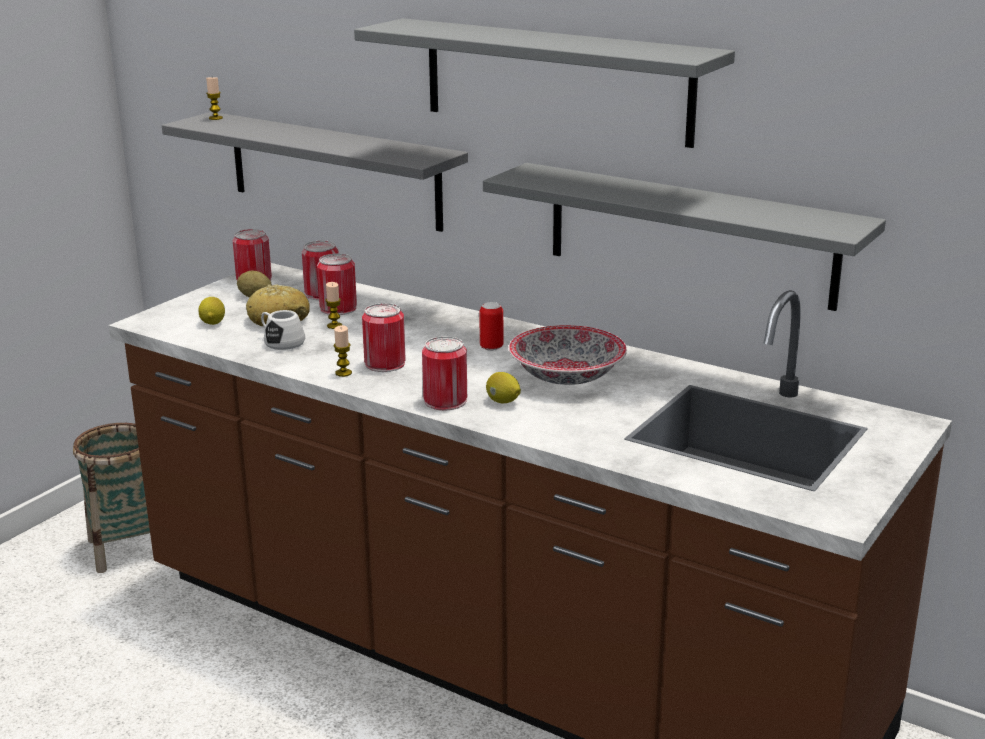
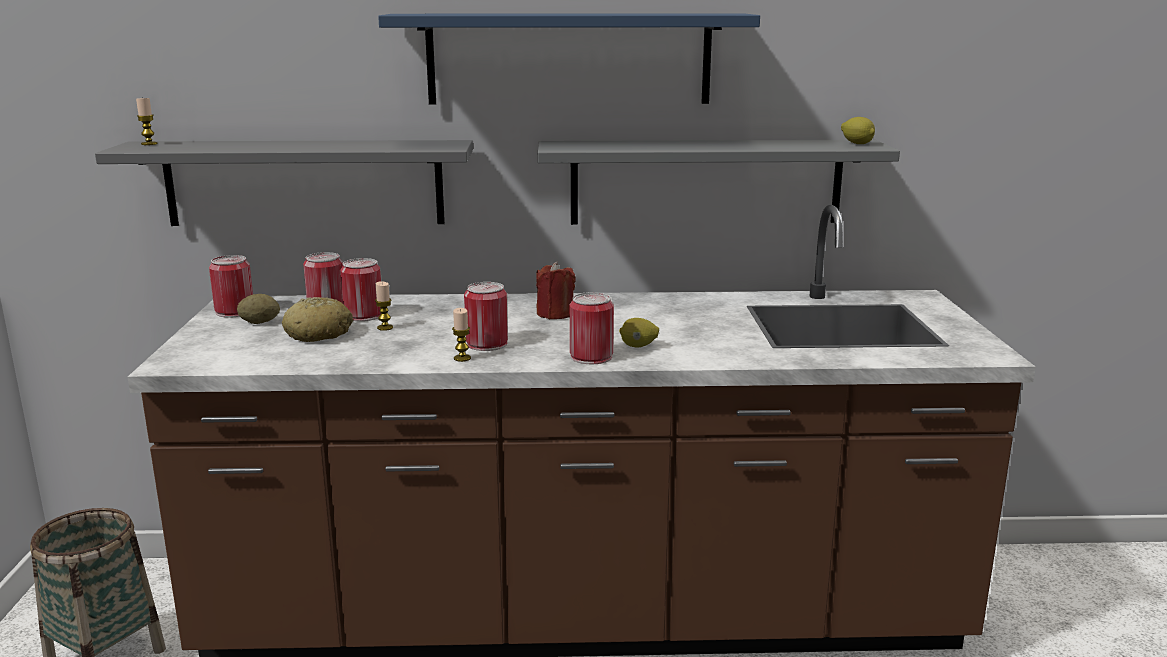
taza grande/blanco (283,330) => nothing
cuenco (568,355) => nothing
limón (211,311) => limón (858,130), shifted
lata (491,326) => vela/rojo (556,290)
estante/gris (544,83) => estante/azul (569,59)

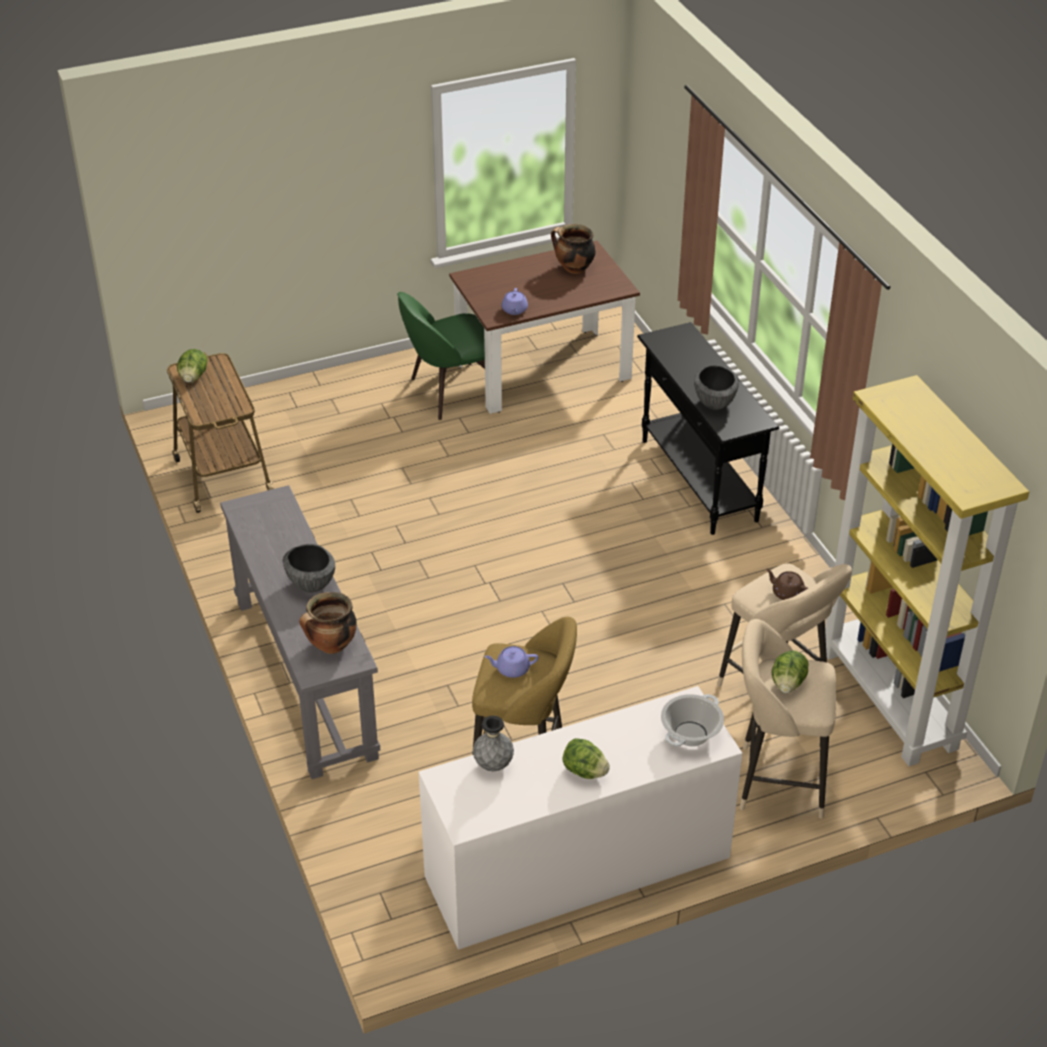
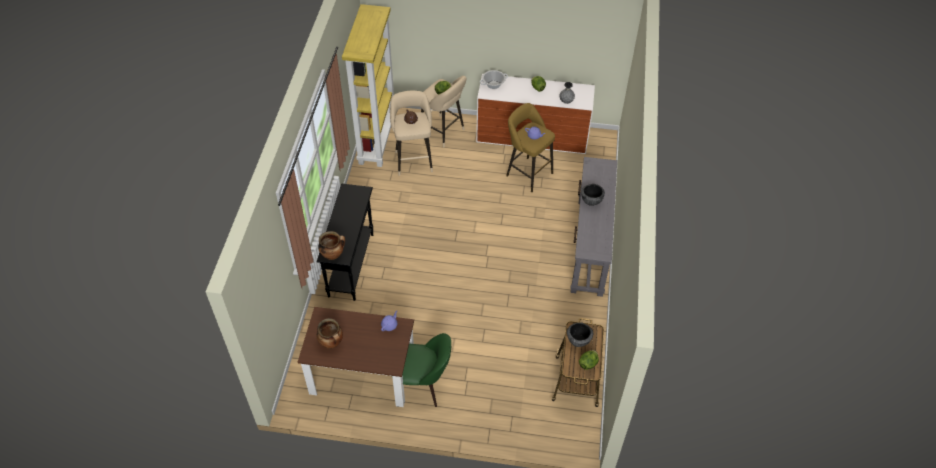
olla (327,623) => olla (331,245), shifted
cuenco (716,387) => cuenco (580,334), shifted

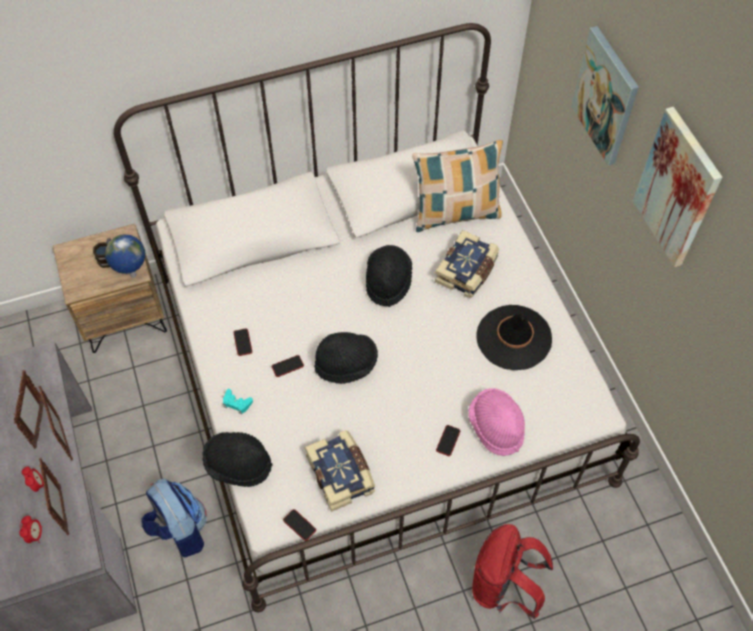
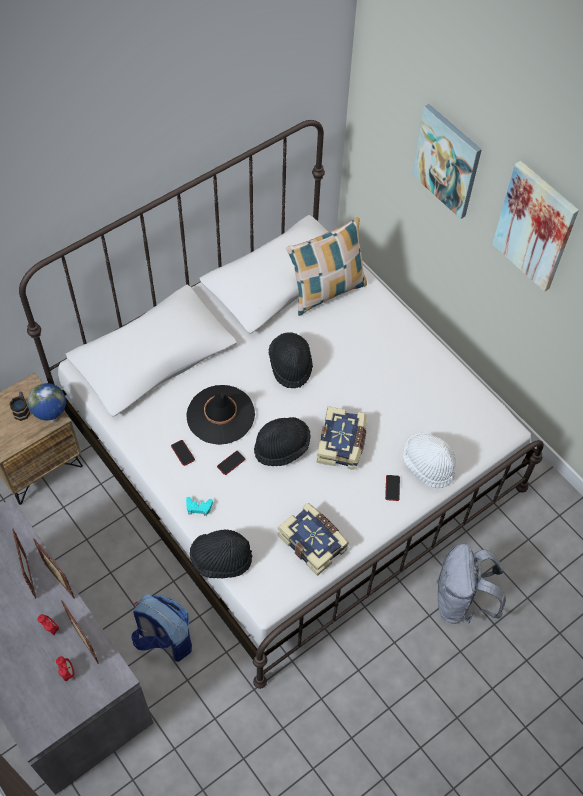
móvil (299,525) => nothing
libro (467,264) => libro (341,438), shifted
sombrero/negro (514,337) => sombrero/negro (221,415), shifted
sombrero/rosa (496,422) => sombrero/blanco (429,460)
mochila/rojo (512,571) => mochila/gris (471,584)

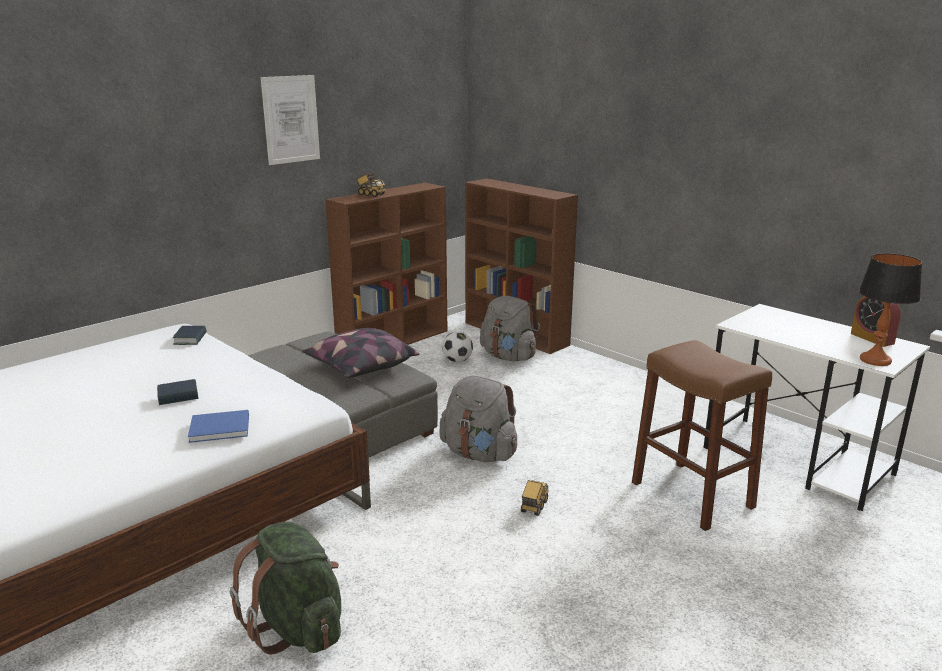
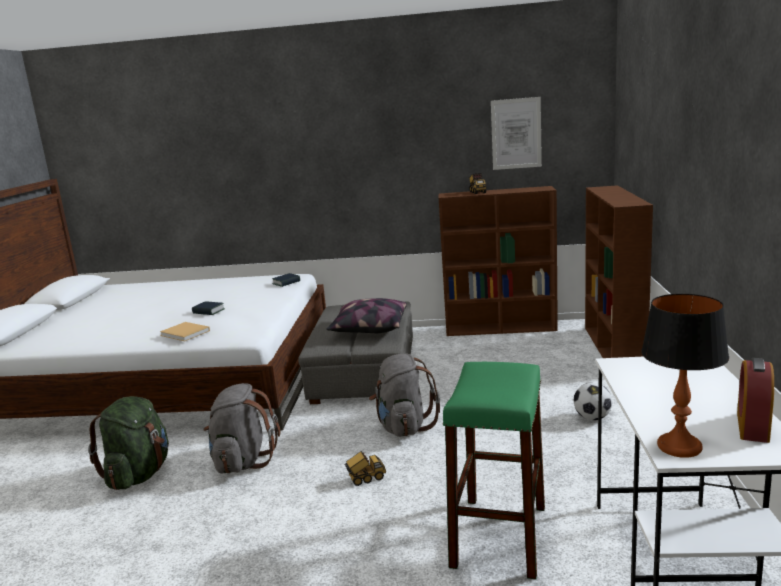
cuadro (290,120) => cuadro (516,133), shifted
balón de fútbol (457,347) => balón de fútbol (593,401), shifted
mochila/gris (510,328) => mochila/gris (241,428), shifted
libro/azul (218,426) => libro/beis (185,331)
taburete/marrón (702,435) => taburete/verde (493,470)

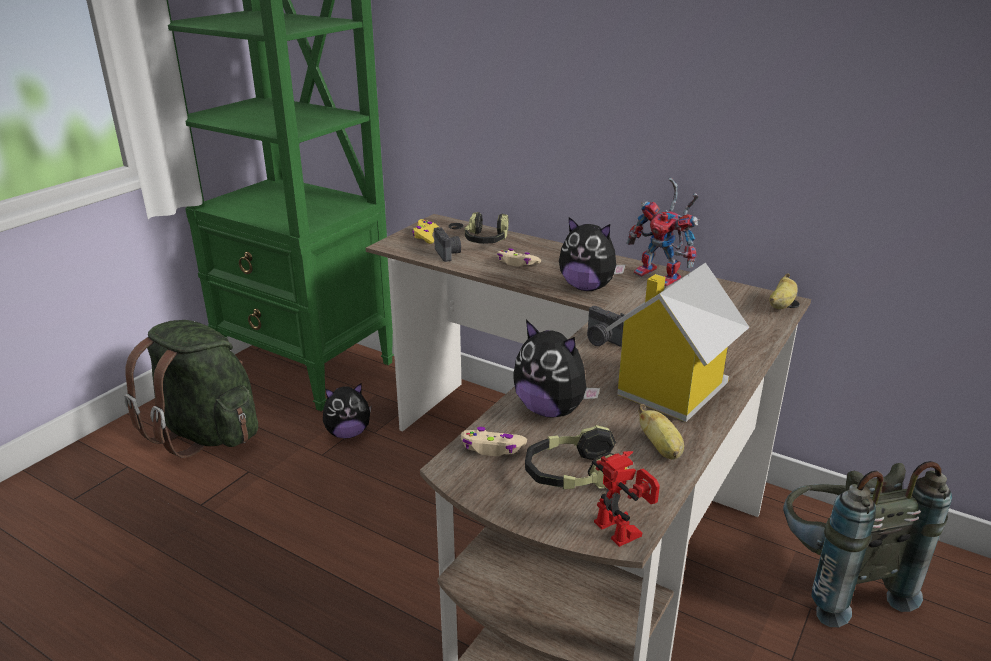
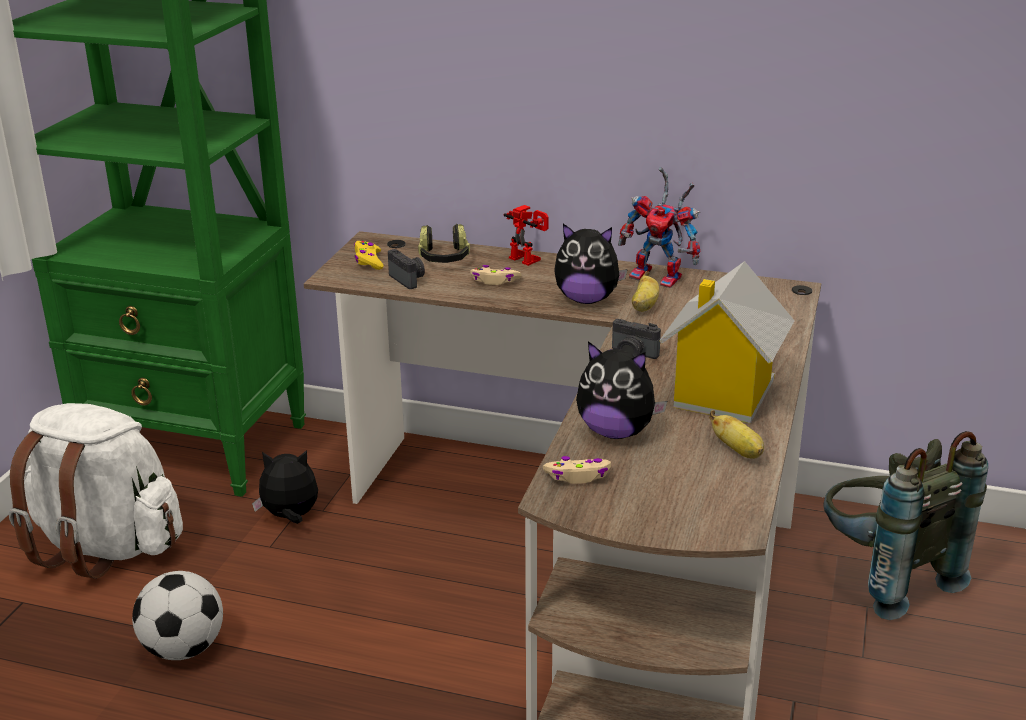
auriculares (577,457) => nothing
nothing => balón de fútbol (177,615)
robot de juguete (626,499) => robot de juguete (526,235), shifted
plátano (783,291) => plátano (645,291), shifted
mochila/verde (191,389) => mochila/blanco (96,491)
peluche (347,411) => peluche (285,487), 150 degrees counterclockwise

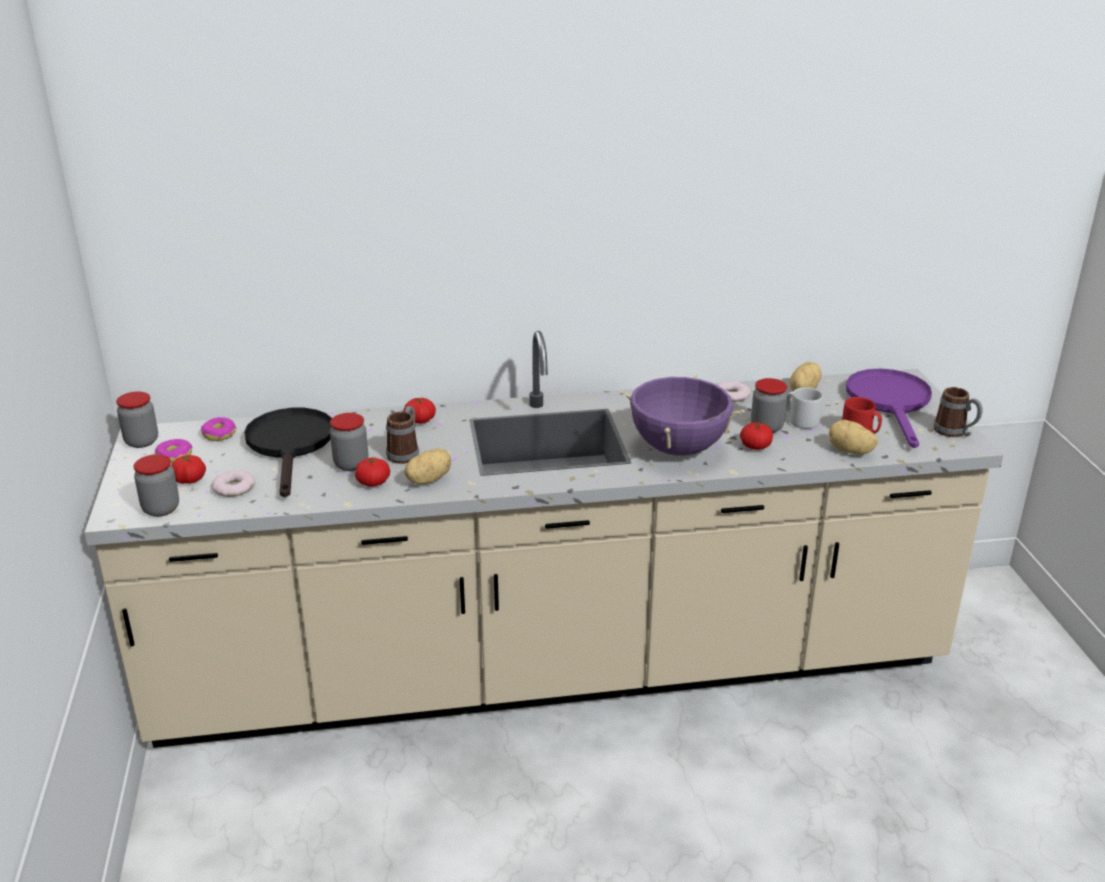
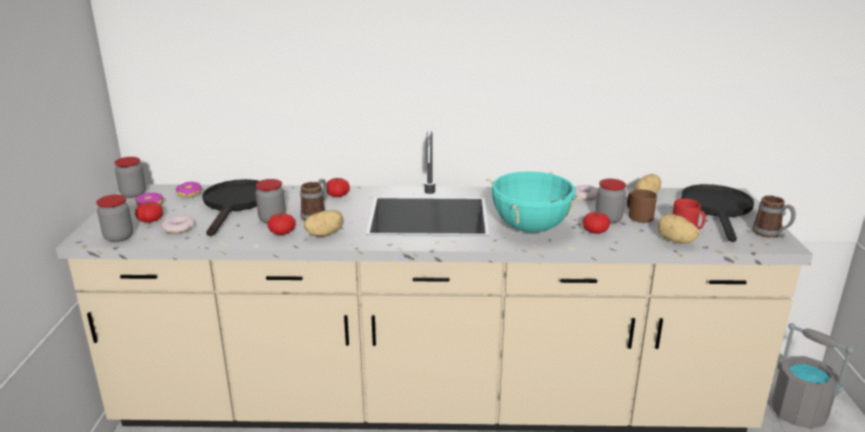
nothing => cubo/gris (813,376)
olla/morado (682,415) => olla/turquesa (535,202)
taza grande/gris (804,408) => taza grande/marrón (642,206)
sartén/morado (889,408) => sartén/negro (717,213)

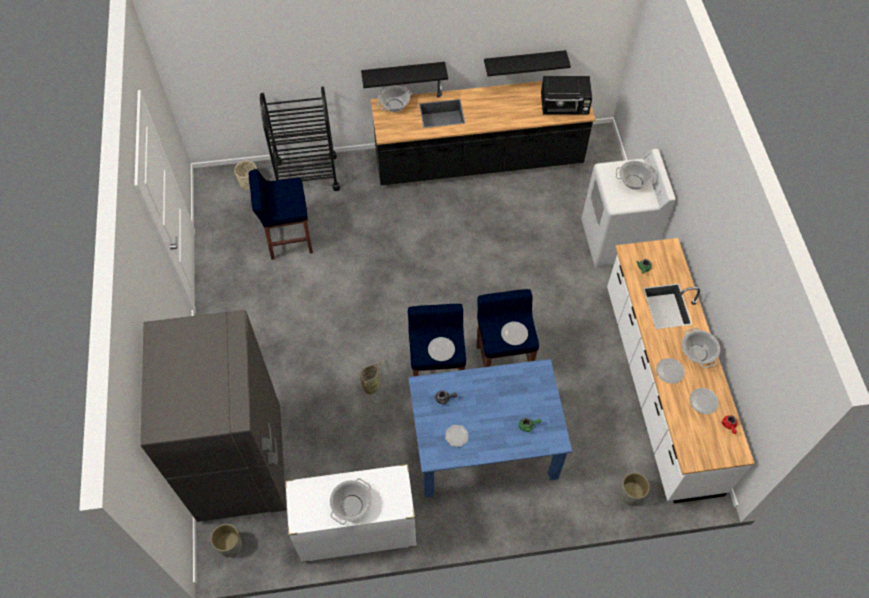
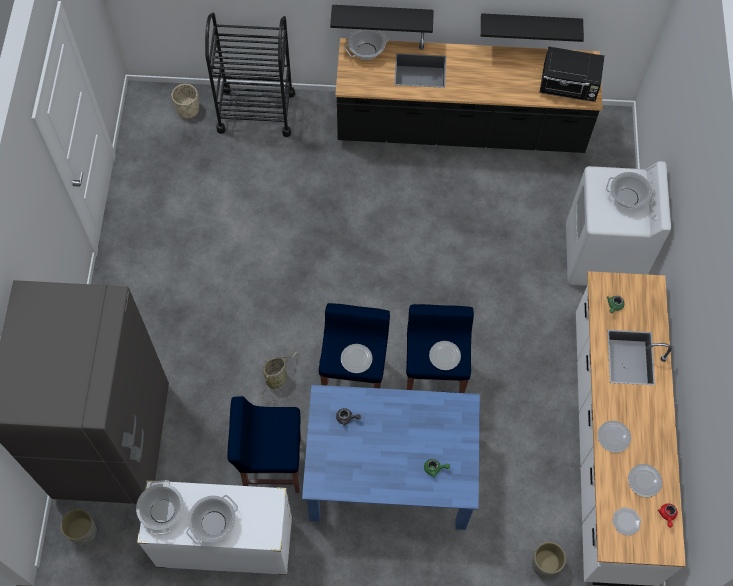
taburete/azul (281,214) => taburete/azul (264,444), shifted
plato (457,436) => plato (626,521), shifted
olla (701,348) => olla (160,507), shifted

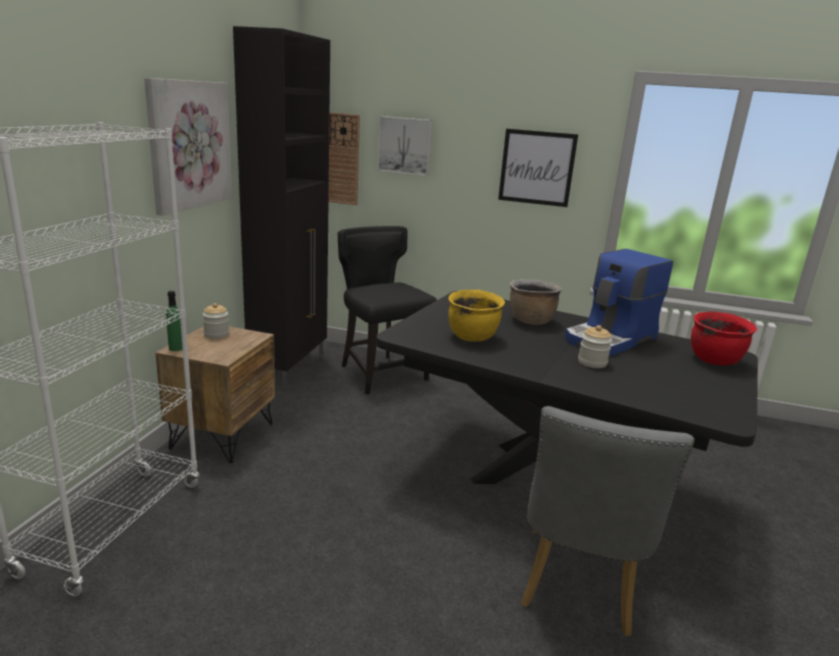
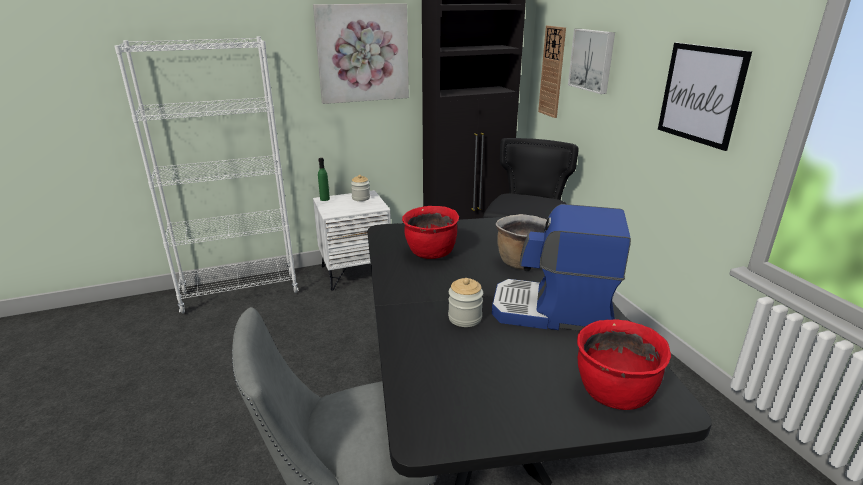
mesita de noche/marrón (215,394) => mesita de noche/blanco (352,240)
olla/amarillo (476,316) => olla/rojo (430,232)

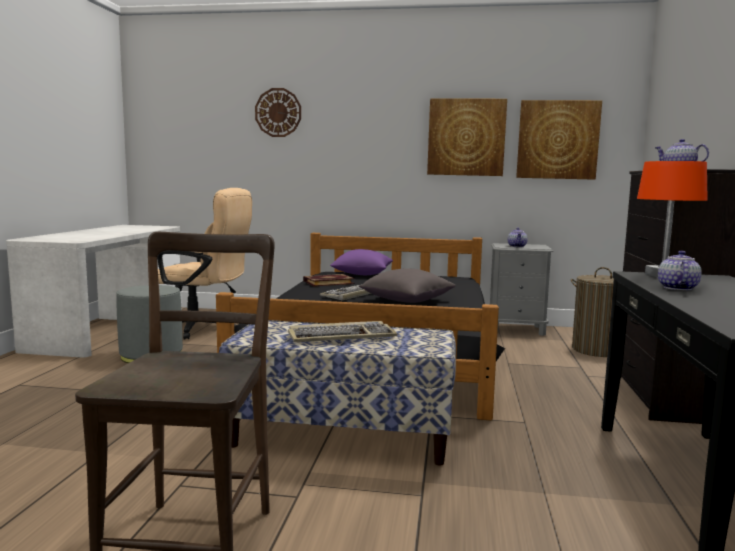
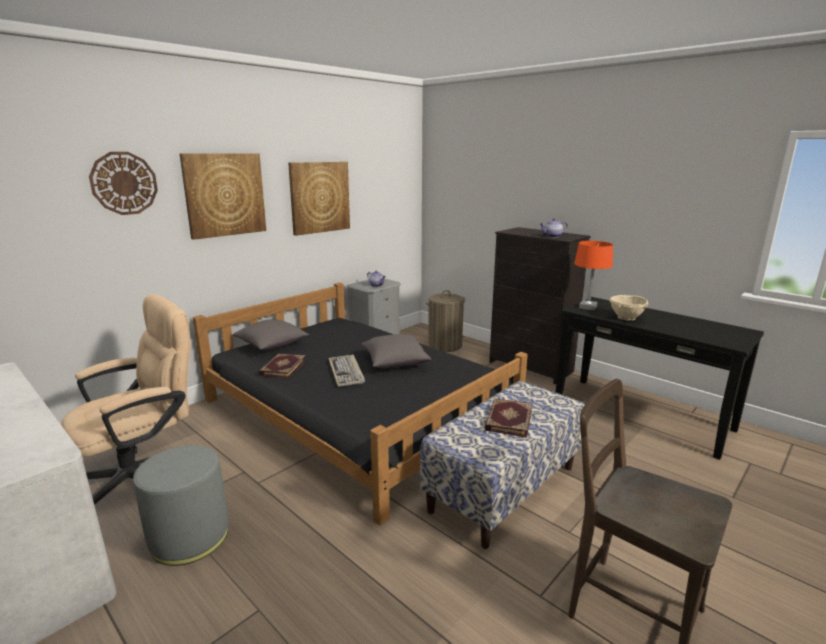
cuadro (559,140) => cuadro (223,197), shifted
teclado (343,331) => libro (508,418)
tetera (680,270) => cuenco/beis (628,308)
cojín/morado (361,262) => cojín/gris (270,334)

